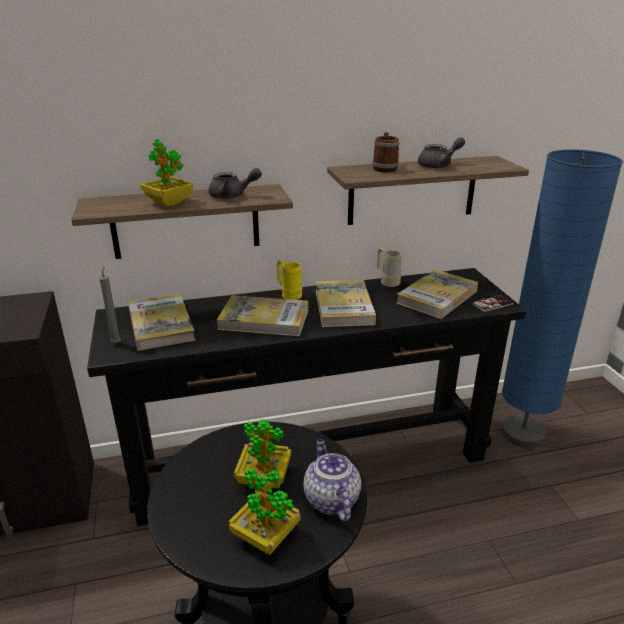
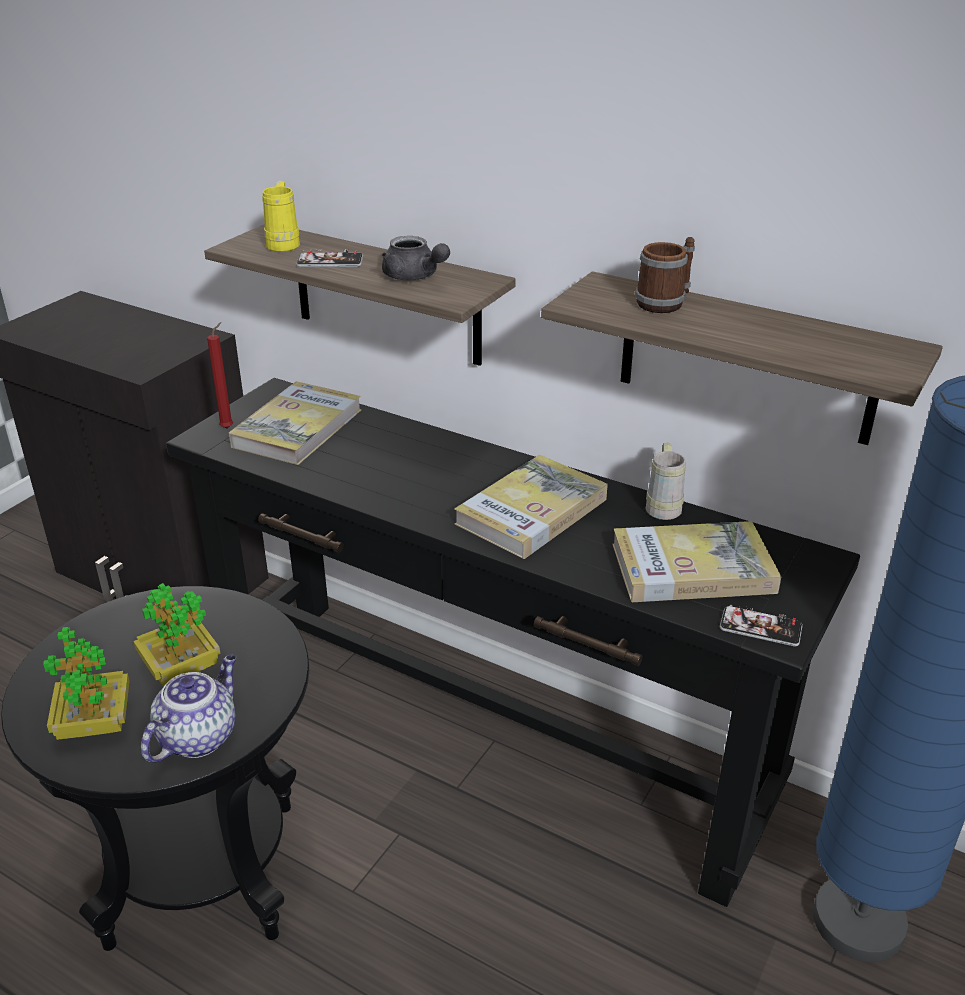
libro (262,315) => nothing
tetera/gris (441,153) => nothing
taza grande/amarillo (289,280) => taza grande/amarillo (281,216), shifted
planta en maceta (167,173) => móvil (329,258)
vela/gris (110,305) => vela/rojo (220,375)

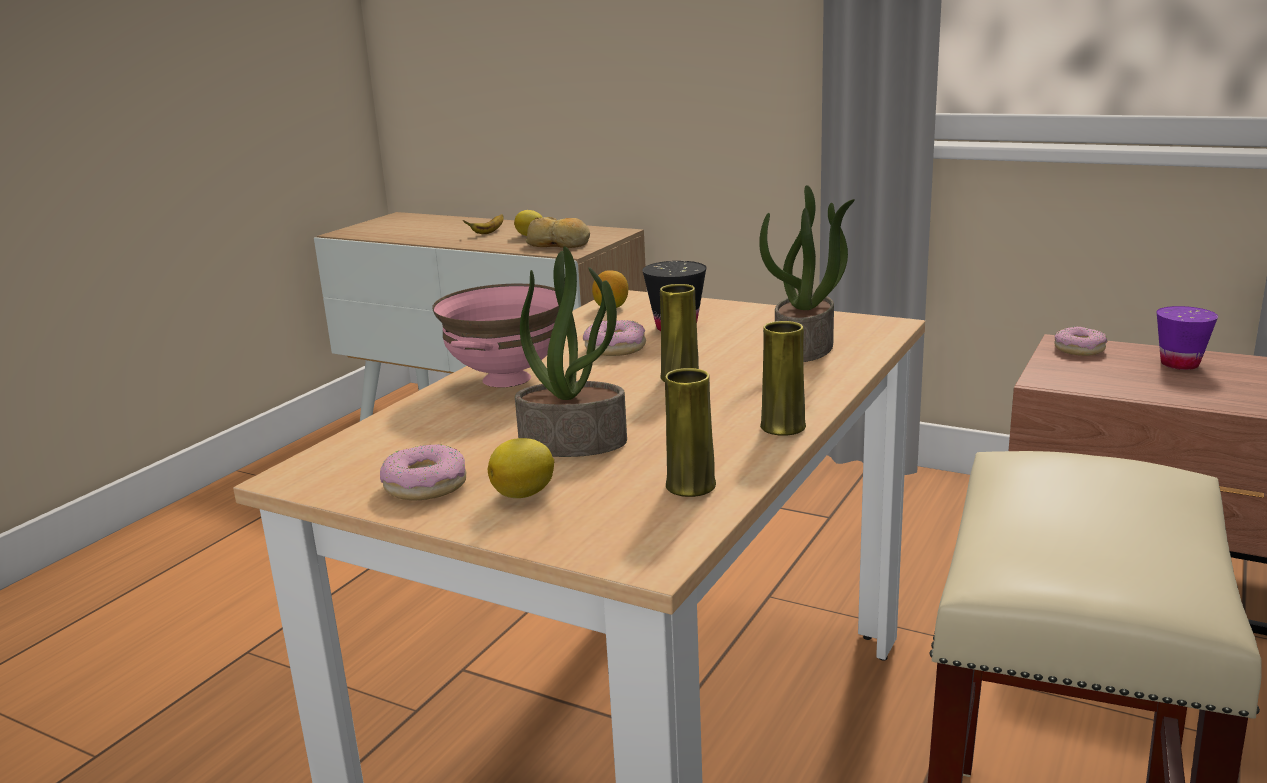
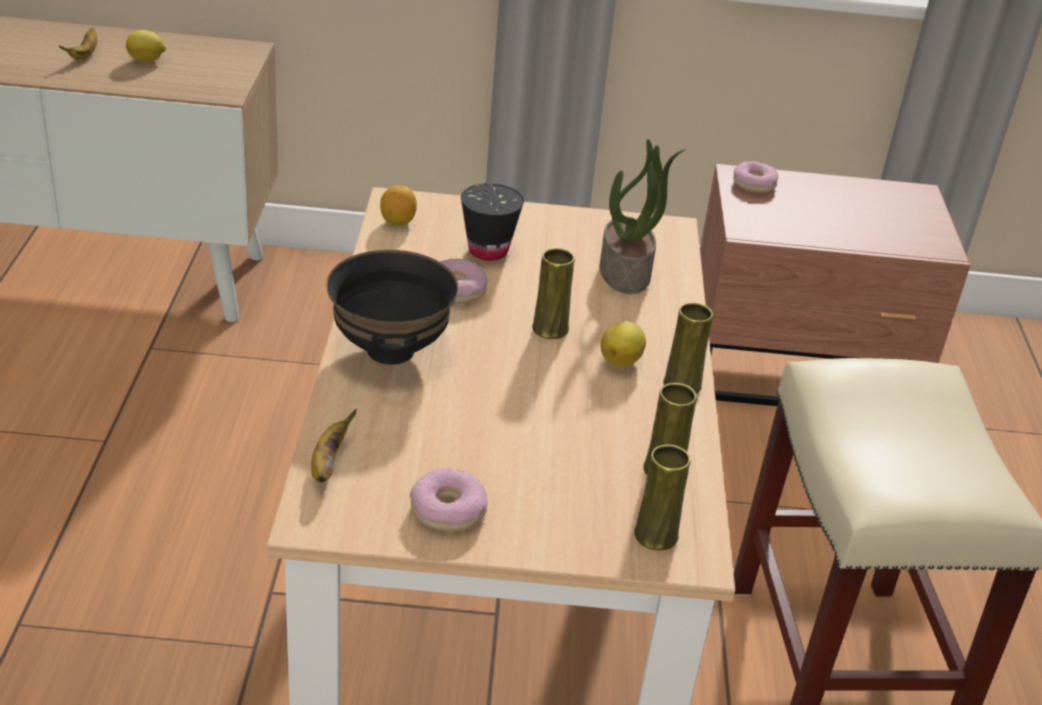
planta en maceta (571,351) => nothing
pan (557,232) => nothing
taza/morado (1187,338) => nothing
nothing => plátano (333,446)
nothing => florero/amarillo (662,497)
limón (521,468) => limón (623,344), shifted
cuenco/rosa (495,335) => cuenco/negro (392,307)

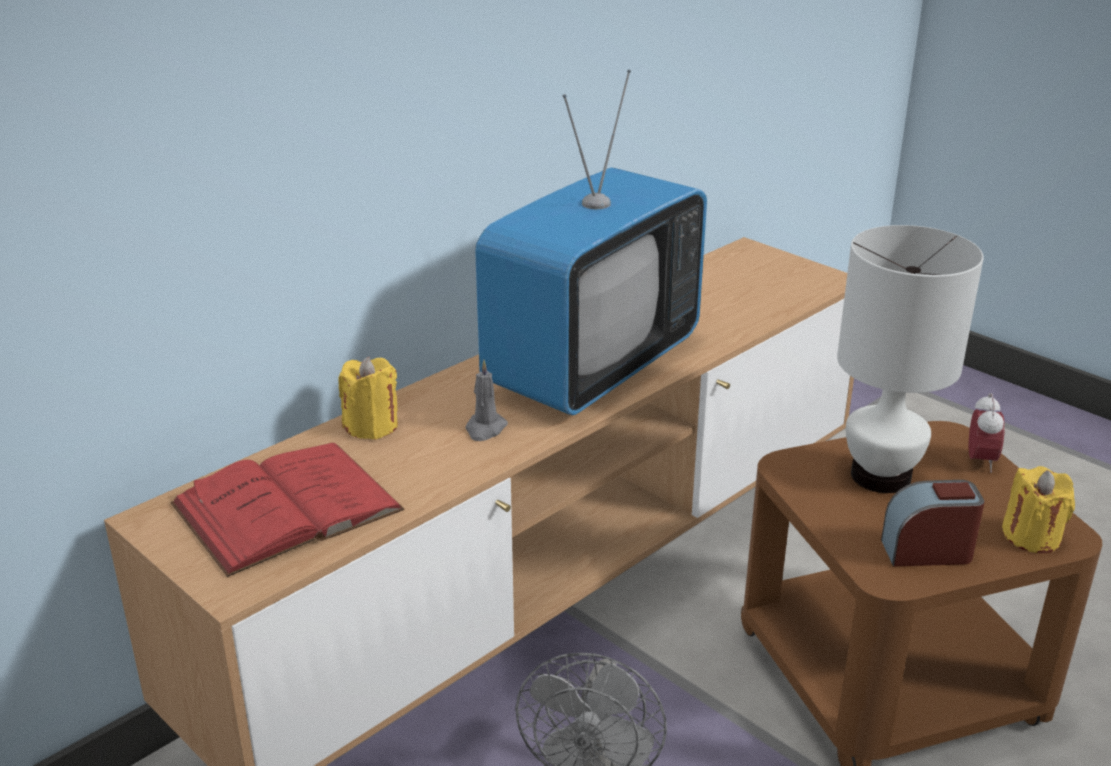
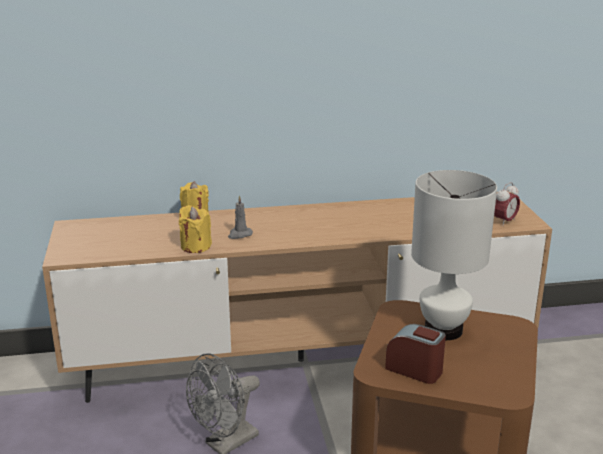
libro/rojo (287,510) => nothing
televisor (591,242) => nothing
despertador (987,433) => despertador (507,204), shifted
vela/amarillo (1038,509) => vela/amarillo (195,229), shifted

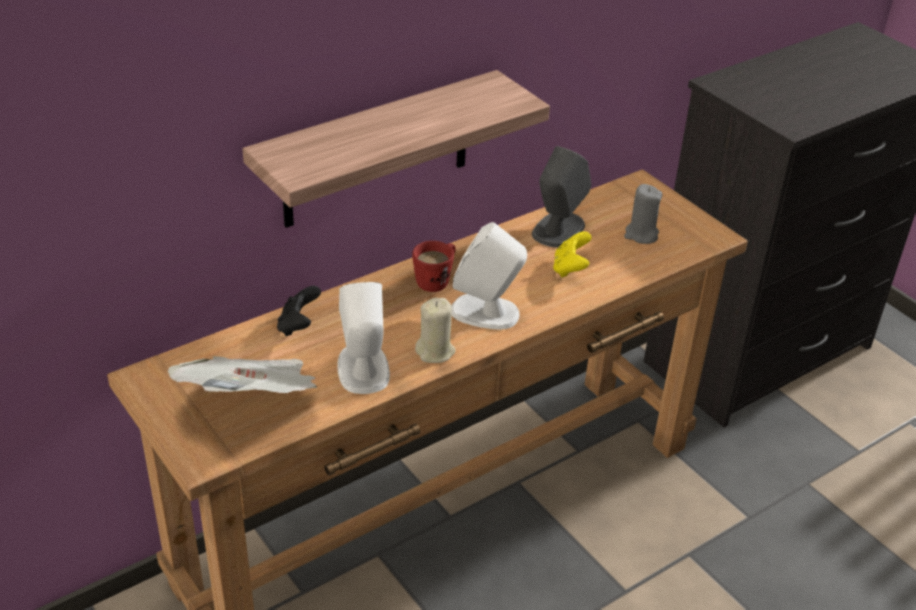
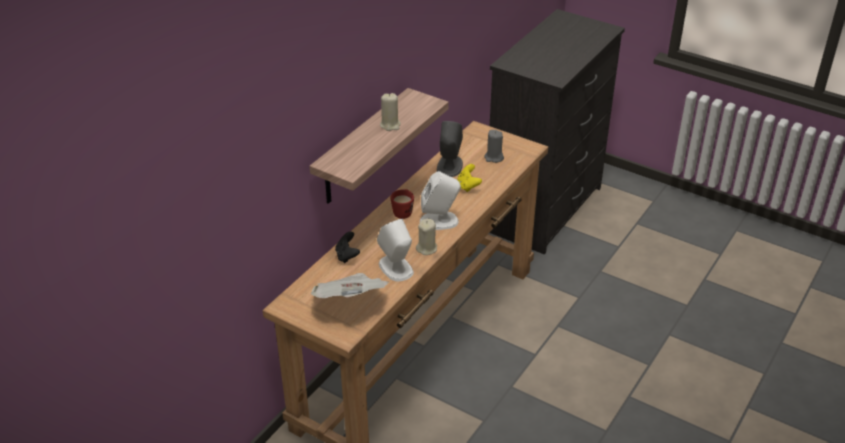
nothing => vela/beis (390,112)

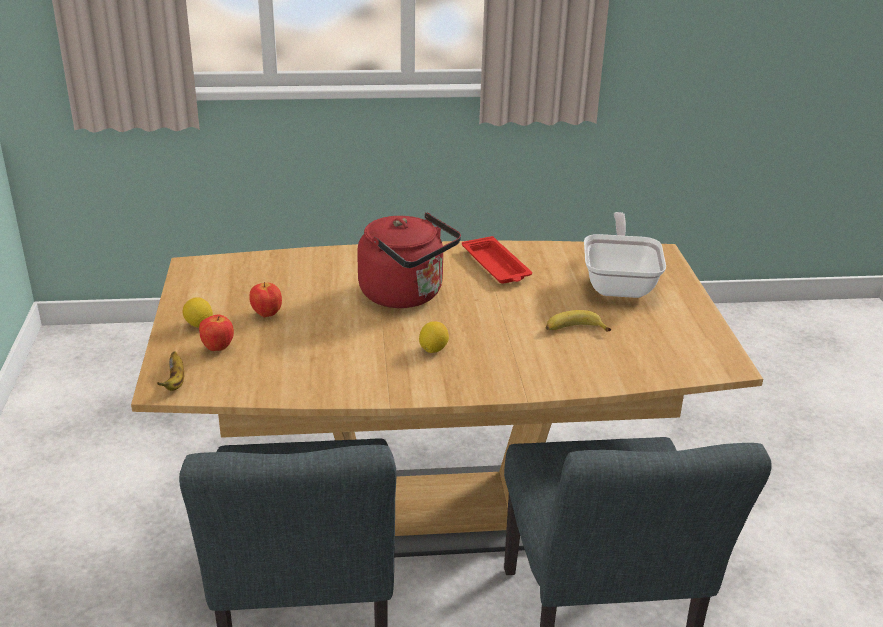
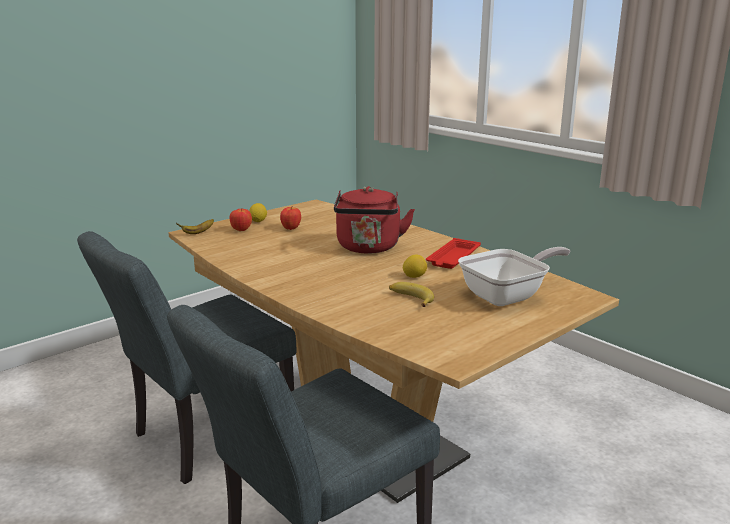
limón (434,337) => limón (415,266), shifted

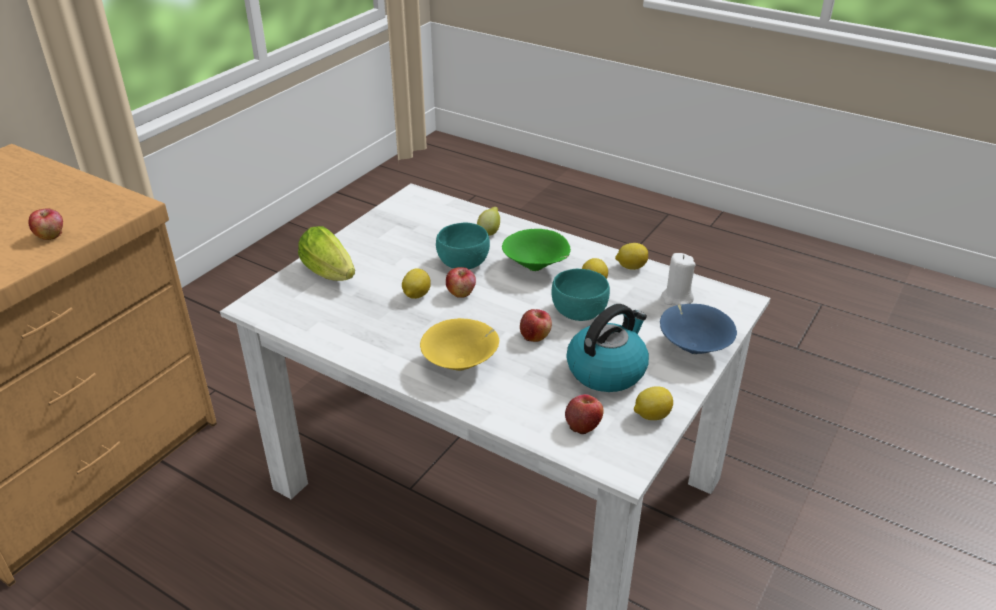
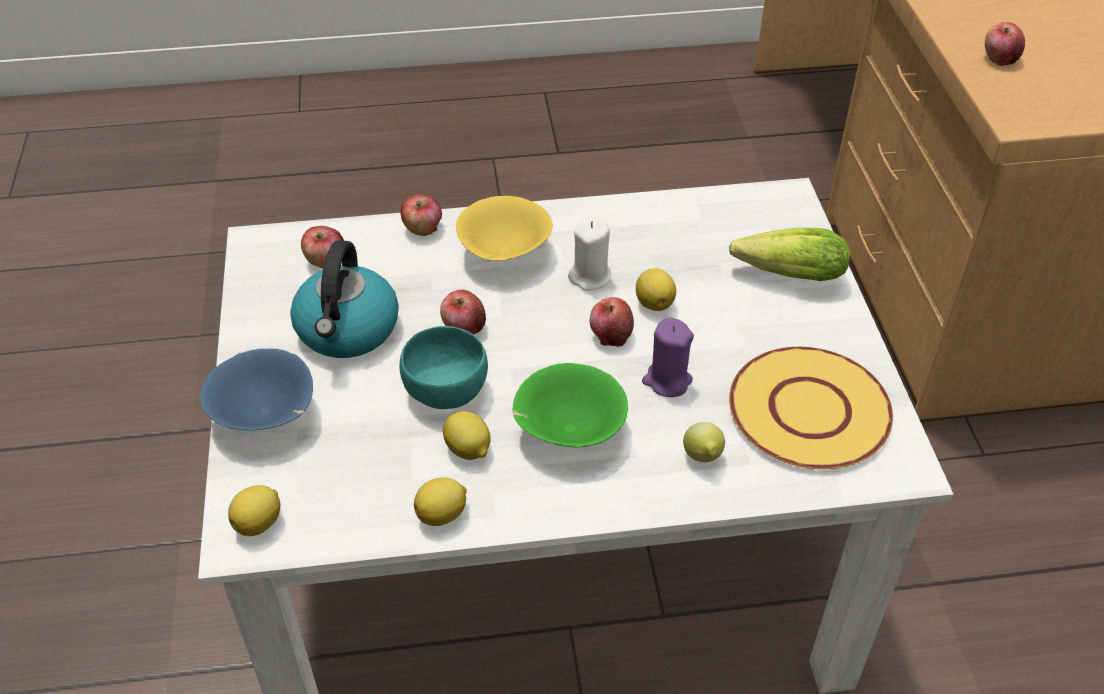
nothing => manzana (421,215)
nothing => plato/amarillo (811,408)
limón (653,403) => limón (254,510), shifted
vela/blanco (678,279) => vela/blanco (589,253), shifted
cuenco/turquesa (463,245) => vela/morado (668,357)

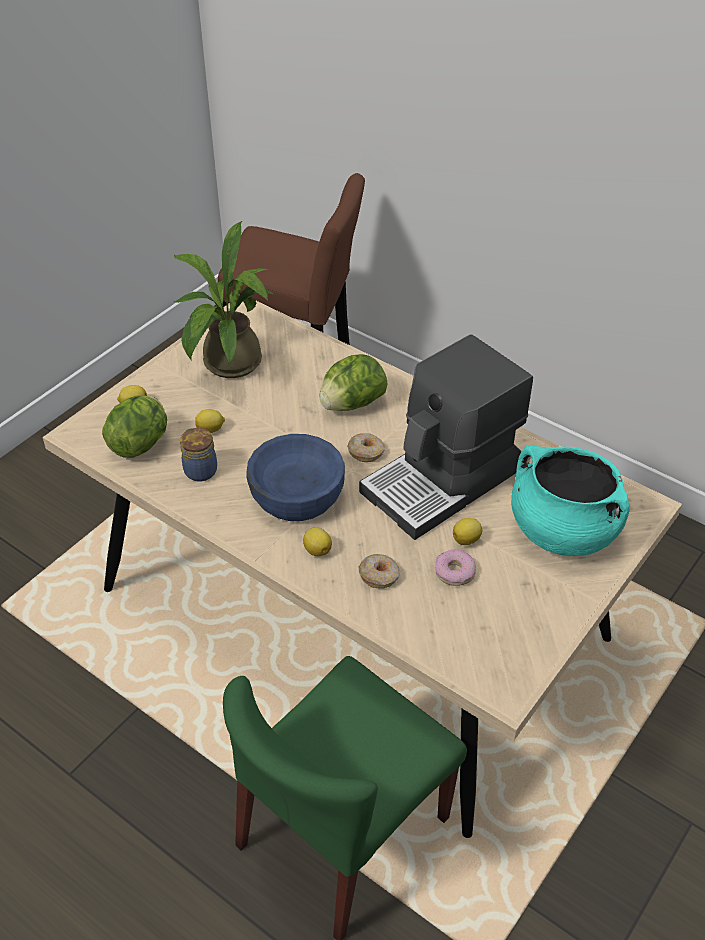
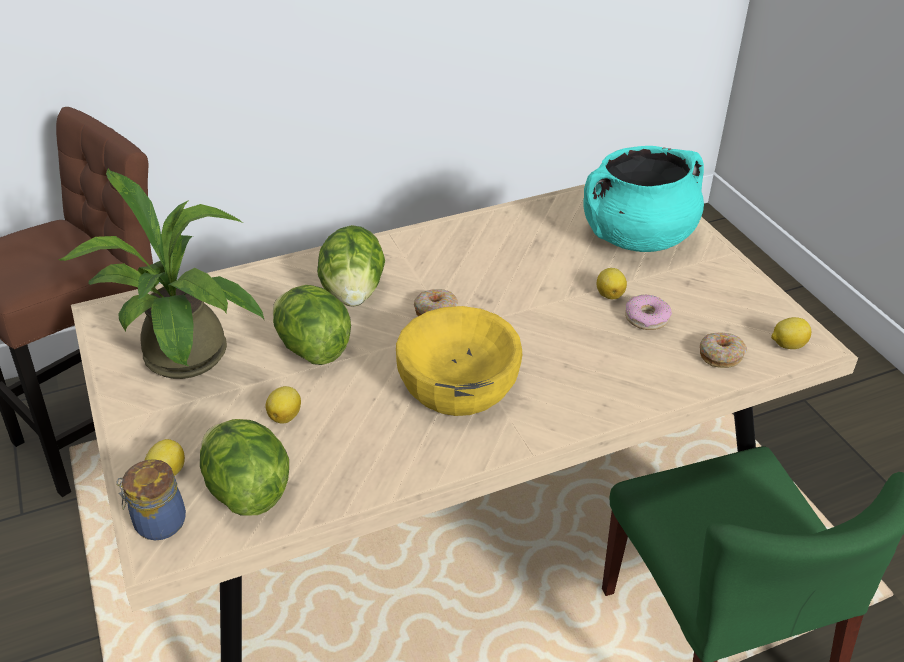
cafetera (446,437) => nothing
nothing => lechuga (312,325)
tarro (198,454) => tarro (151,499), shifted
limón (317,541) => limón (791,333), shifted
rosquilla (379,571) => rosquilla (723,350), shifted
cuenco/azul (295,477) => cuenco/amarillo (459,361)

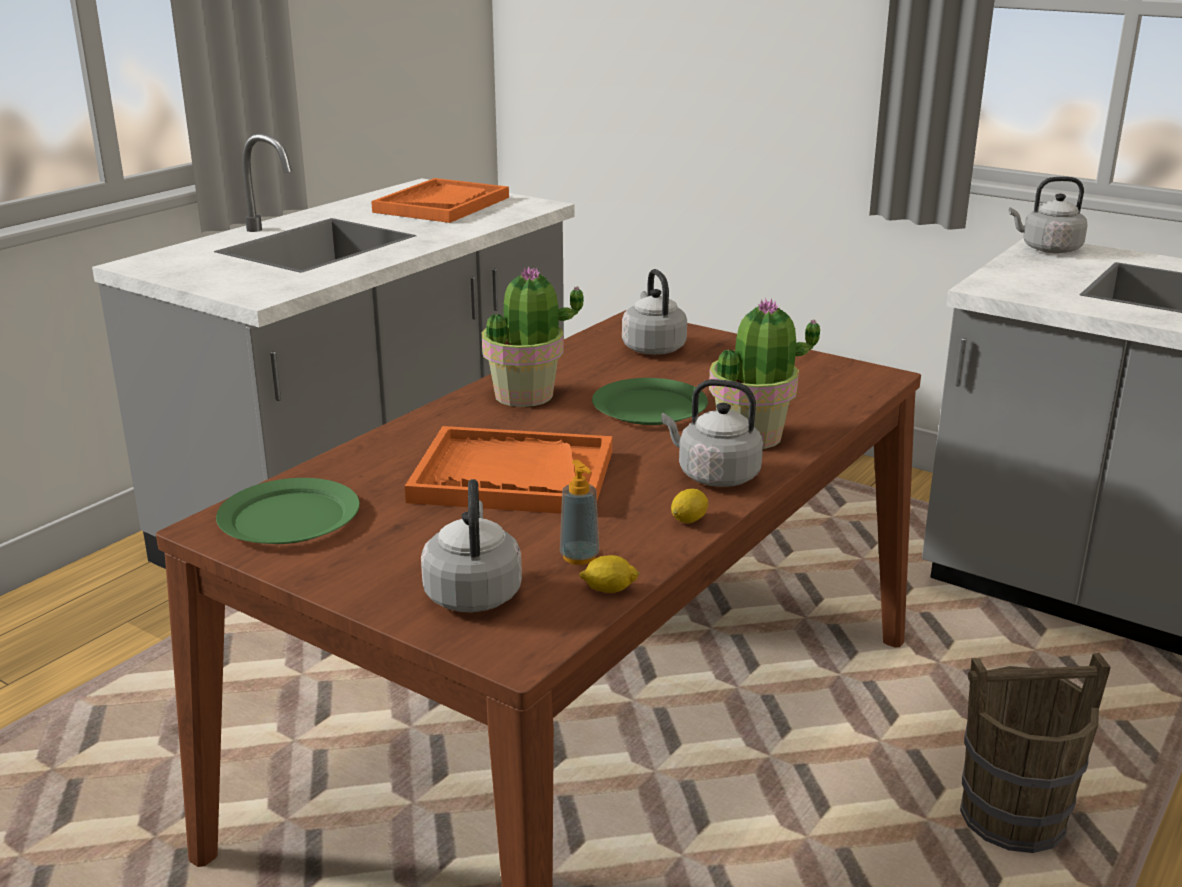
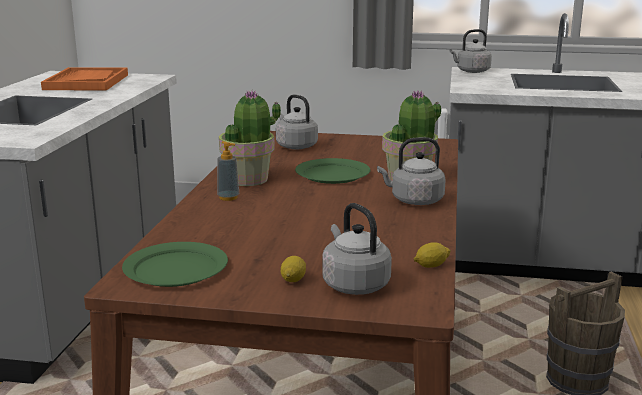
bandeja/naranja (508,470) => nothing
dispensador de jabón (579,512) => dispensador de jabón (228,171), shifted
limón (689,506) => limón (293,269), shifted

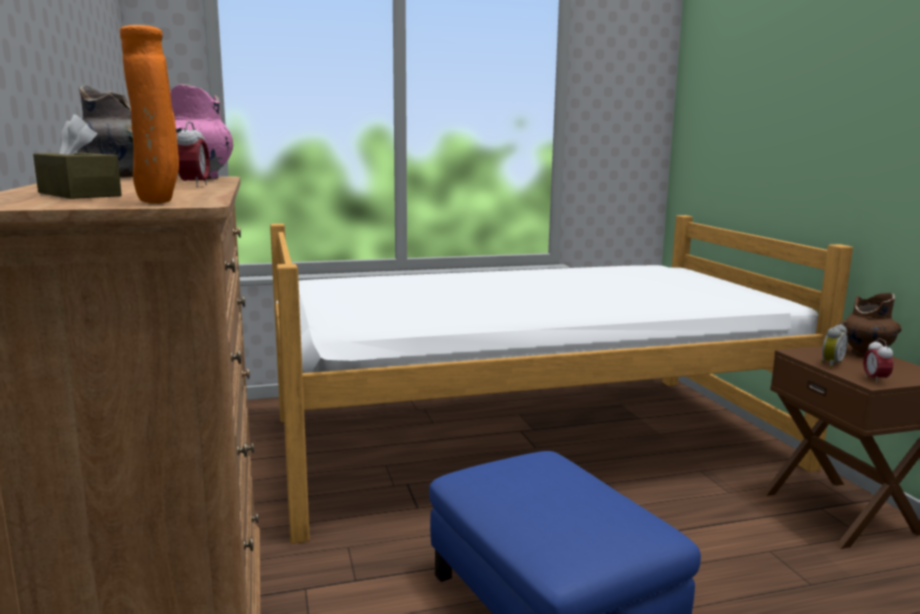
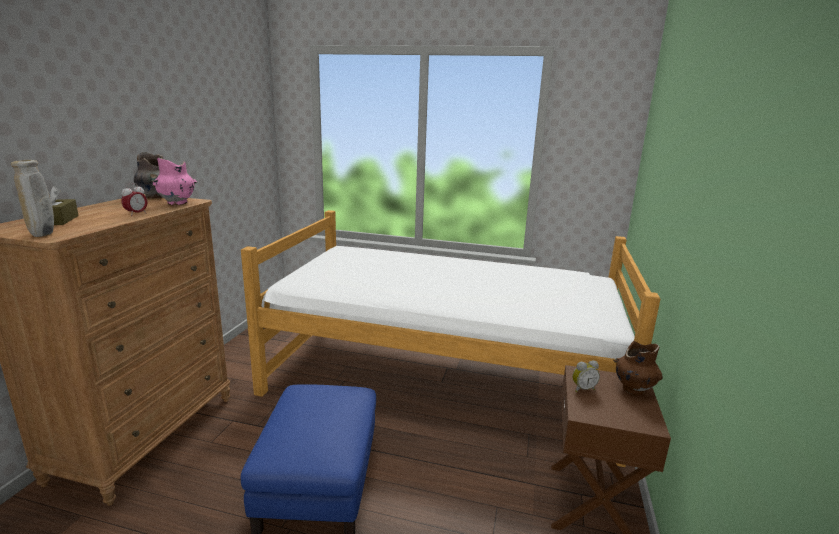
despertador (878,361) => nothing
florero/naranja (149,114) => florero/beis (32,198)

